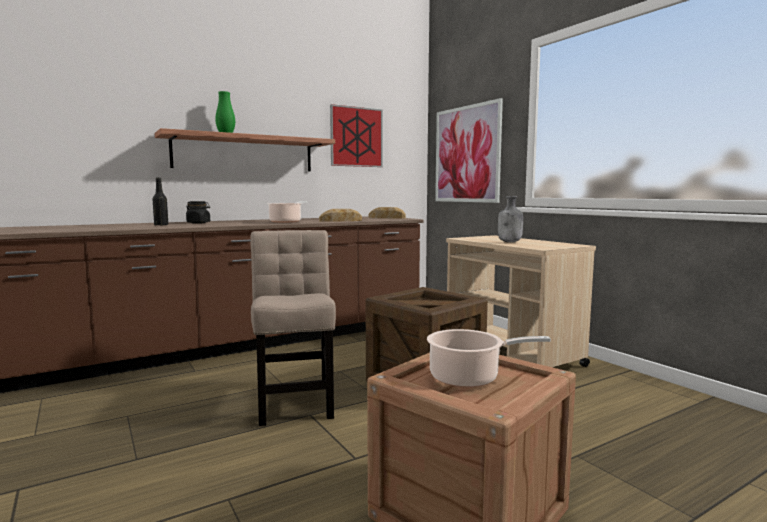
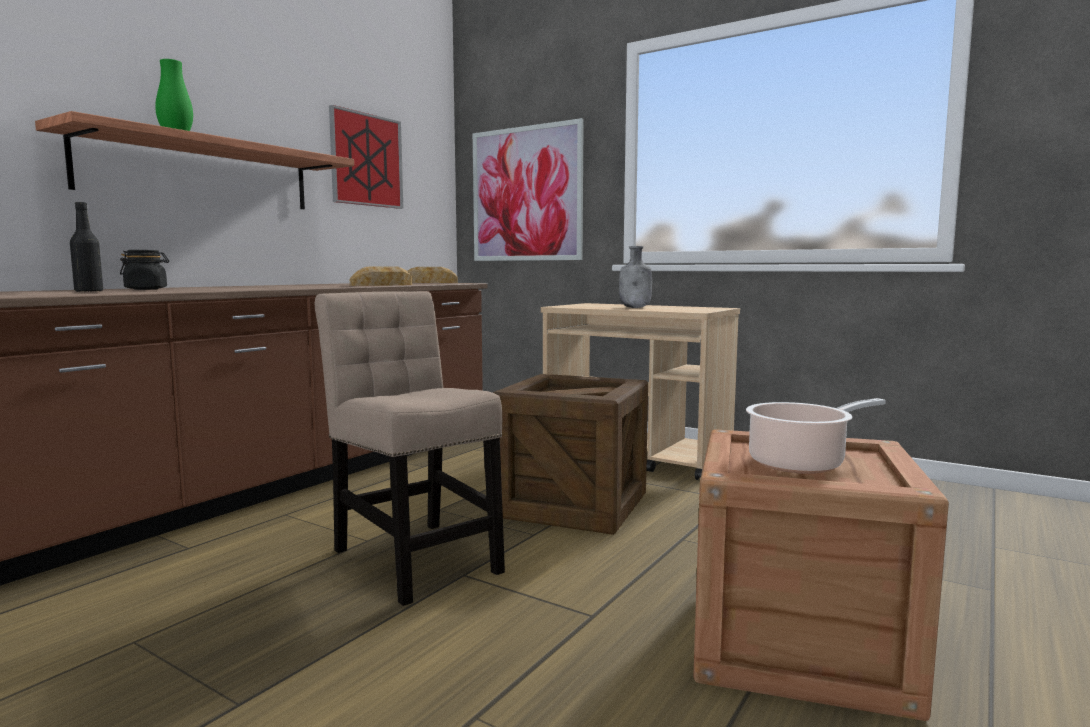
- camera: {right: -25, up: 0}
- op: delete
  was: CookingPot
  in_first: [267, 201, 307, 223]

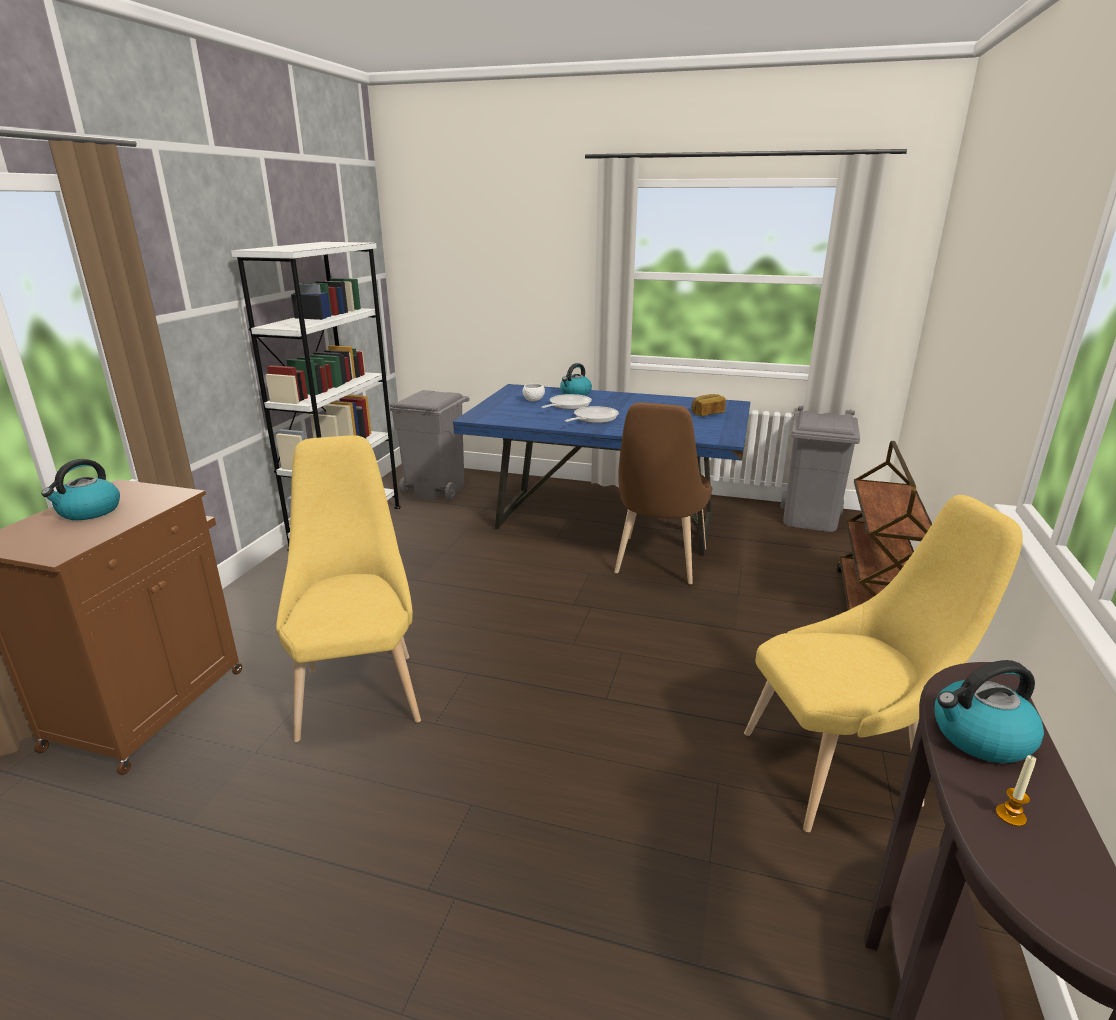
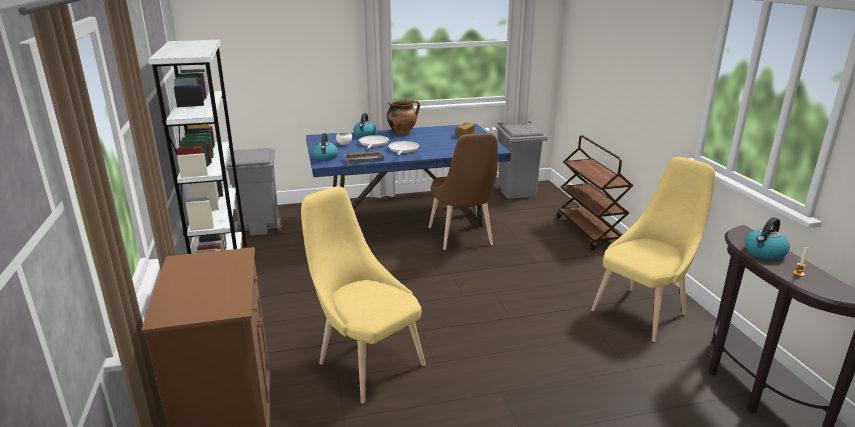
- camera: {right: -30, up: 0}
- op: move
  was: Kettle
  in_first: [41, 459, 120, 520]
  in_second: [312, 133, 338, 161]
- op: insert
  now: CookingPot
  in_second: [387, 99, 420, 135]
- op: insert
  now: GreyTray
  in_second: [344, 151, 384, 164]

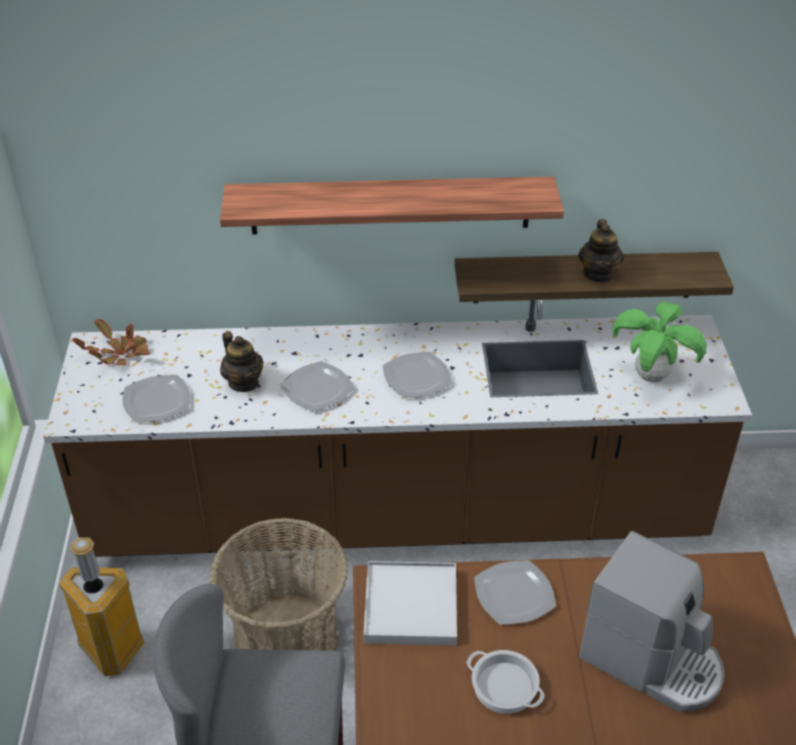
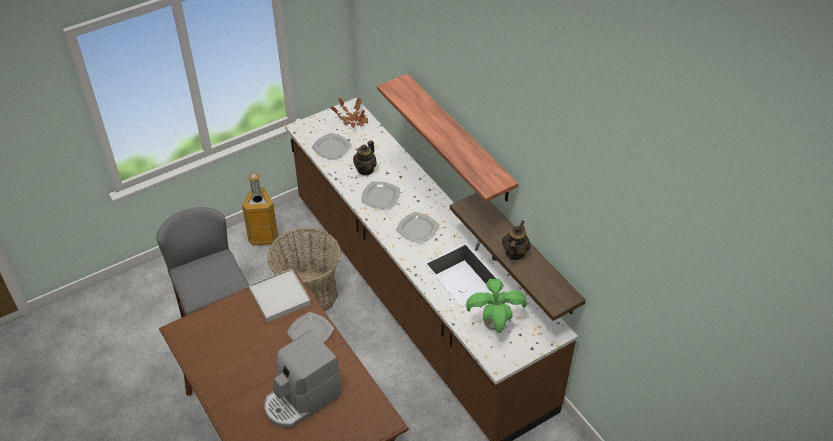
- camera: {right: 60, up: 5}
- op: rotate
  was: Teapot
  in_first: [578, 219, 624, 283]
  in_second: [502, 220, 531, 260]
  clockwise: 135
- op: rotate
  was: CoffeeMachine
  in_first: [579, 531, 725, 712]
  in_second: [264, 330, 341, 428]
  clockwise: 45
- op: delete
  was: CookingPot
  in_first: [466, 650, 545, 714]

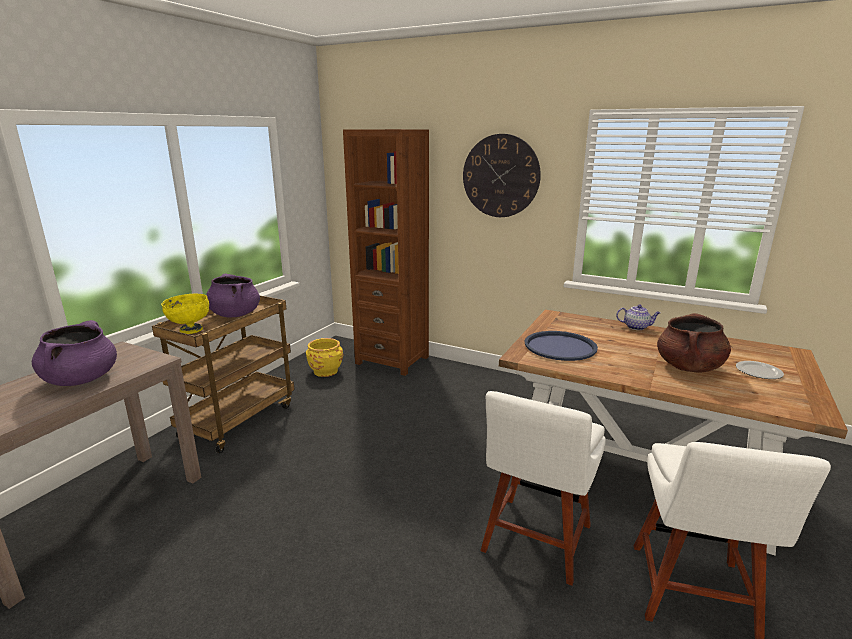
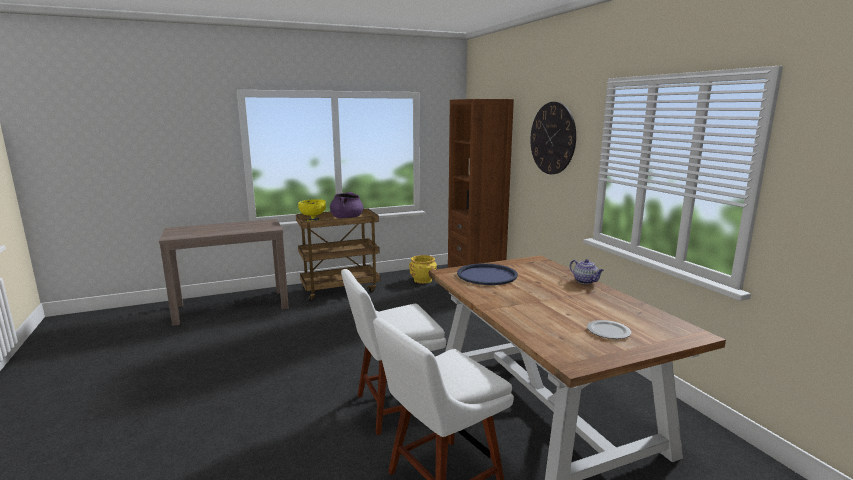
- camera: {right: 40, up: -5}
- op: delete
  was: BrownCookingPot
  in_first: [657, 313, 731, 372]
- op: delete
  was: PurpleCookingPot
  in_first: [32, 320, 117, 386]

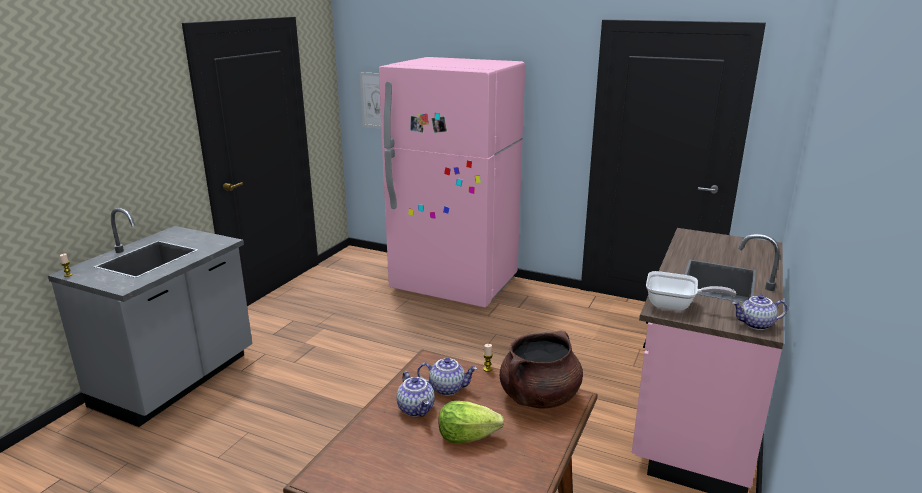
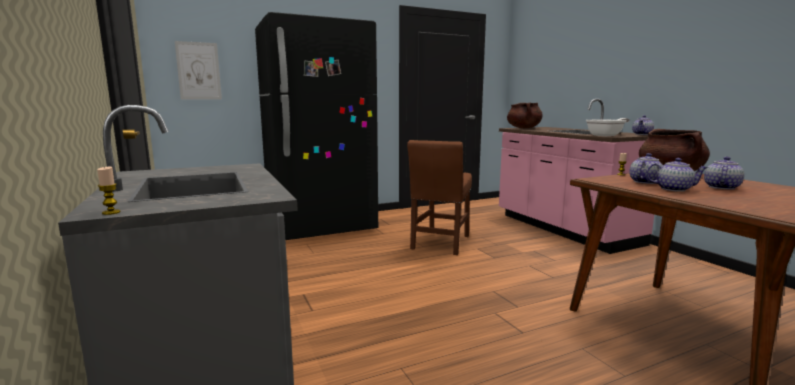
- camera: {right: -50, up: -10}
- op: recolor
  was: PinkFridge
  now: BlackFridge
  in_first: [379, 57, 525, 308]
  in_second: [255, 12, 378, 240]
- op: replace
  was: Lettuce
  now: Teapot
  in_first: [439, 401, 504, 443]
  in_second: [704, 157, 744, 190]
- op: insert
  now: BrownCookingPot
  in_second: [507, 103, 543, 128]
- op: insert
  now: BrownChair
  in_second: [407, 140, 472, 255]

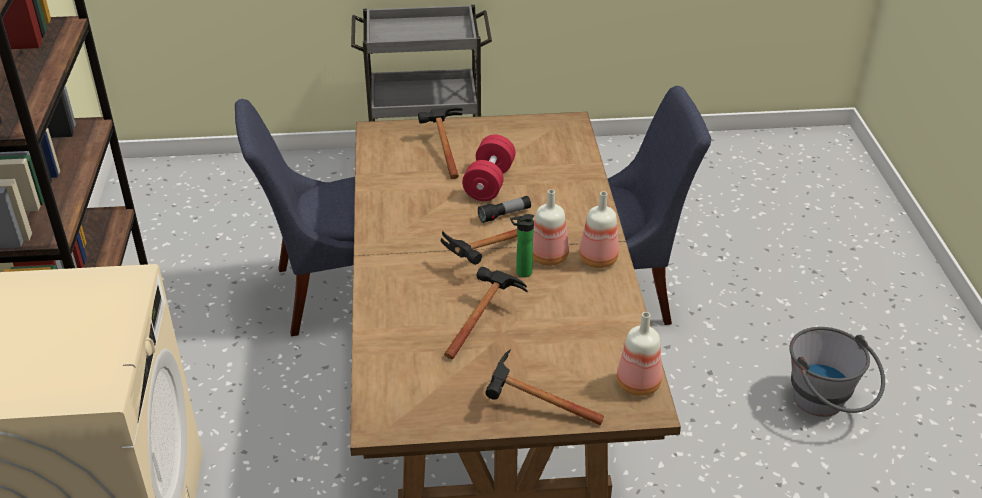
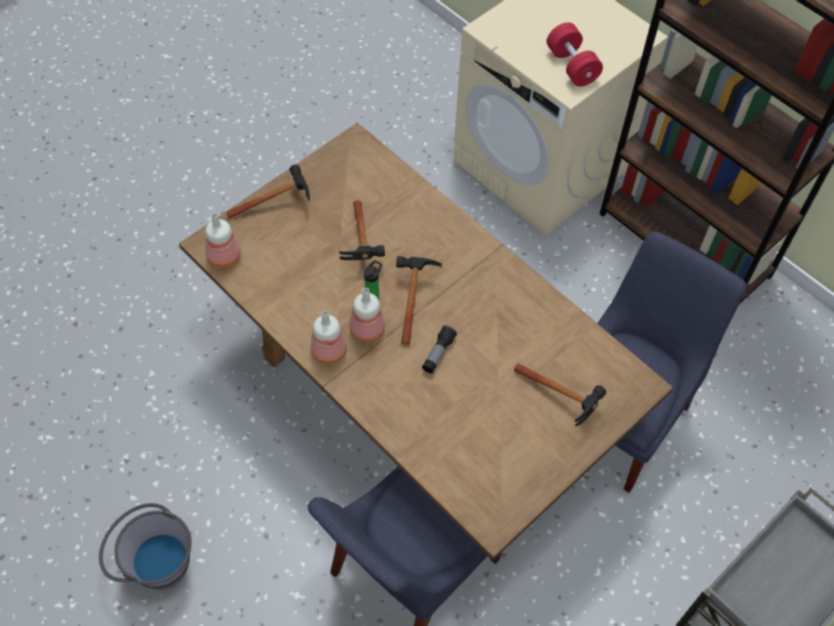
- camera: {right: 140, up: 20}
- op: move
  was: RedDumbbell
  in_first: [462, 134, 516, 201]
  in_second: [547, 22, 603, 87]

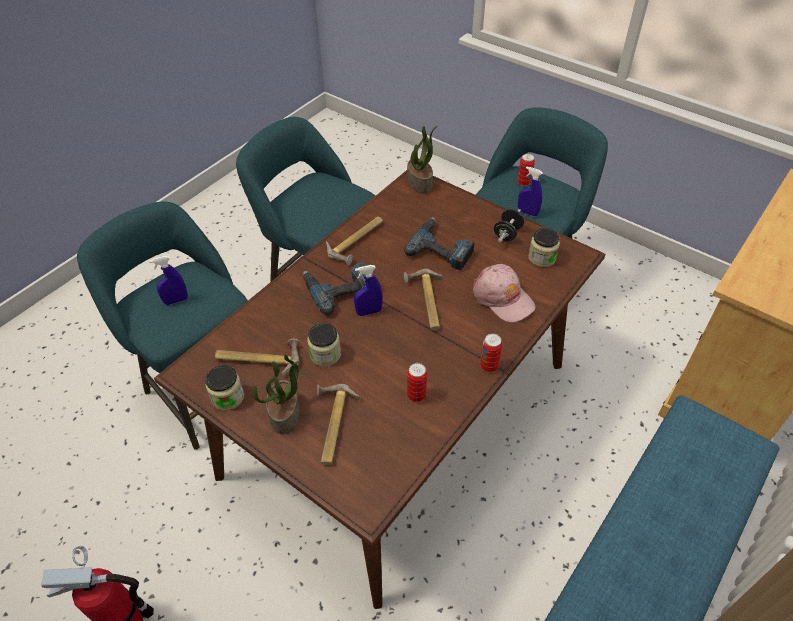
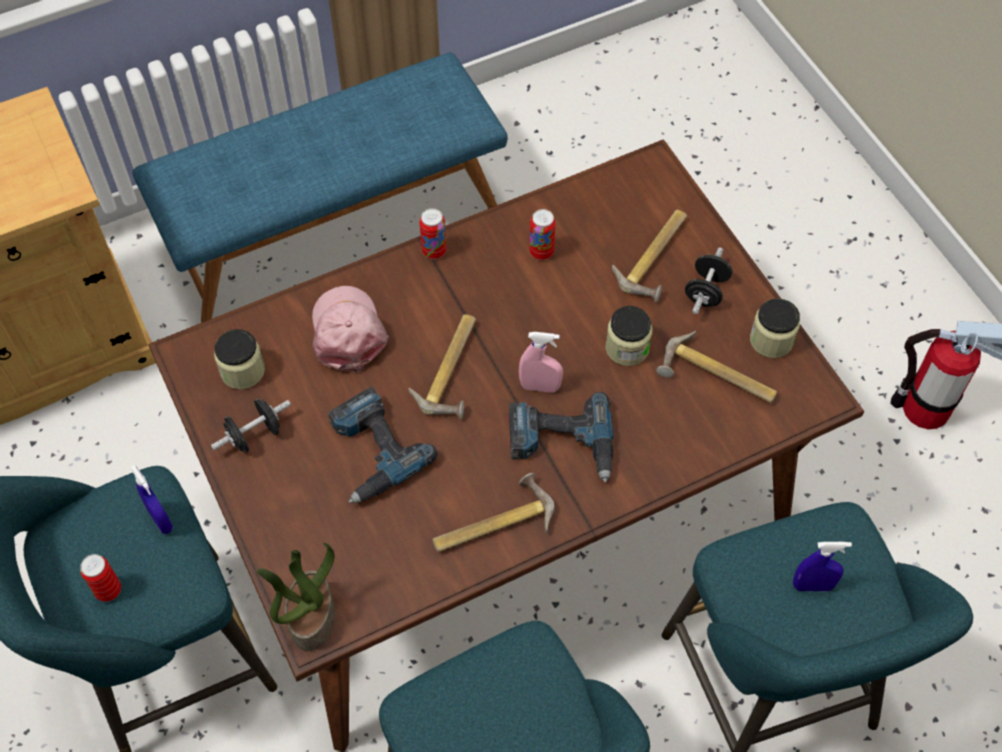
- camera: {right: -155, up: 10}
- op: recolor
  was: BlueSprayBottle
  now: PinkSprayBottle
  in_first: [354, 265, 383, 316]
  in_second: [519, 332, 563, 393]
- op: replace
  was: PottedPlant
  now: BlackDumbbell
  in_first: [253, 355, 300, 434]
  in_second: [685, 248, 732, 314]

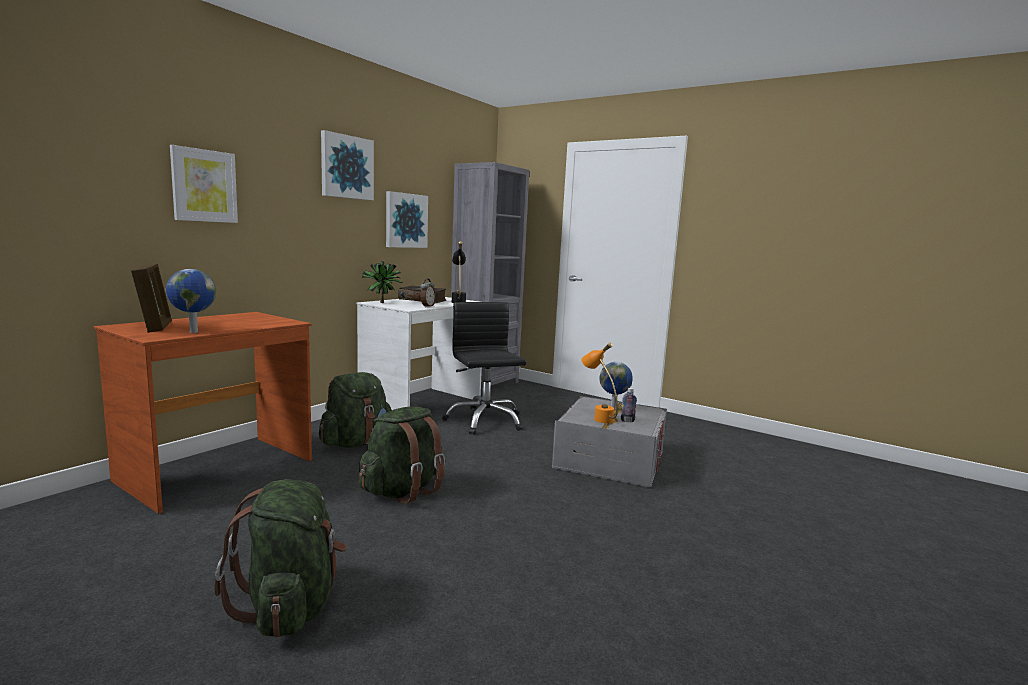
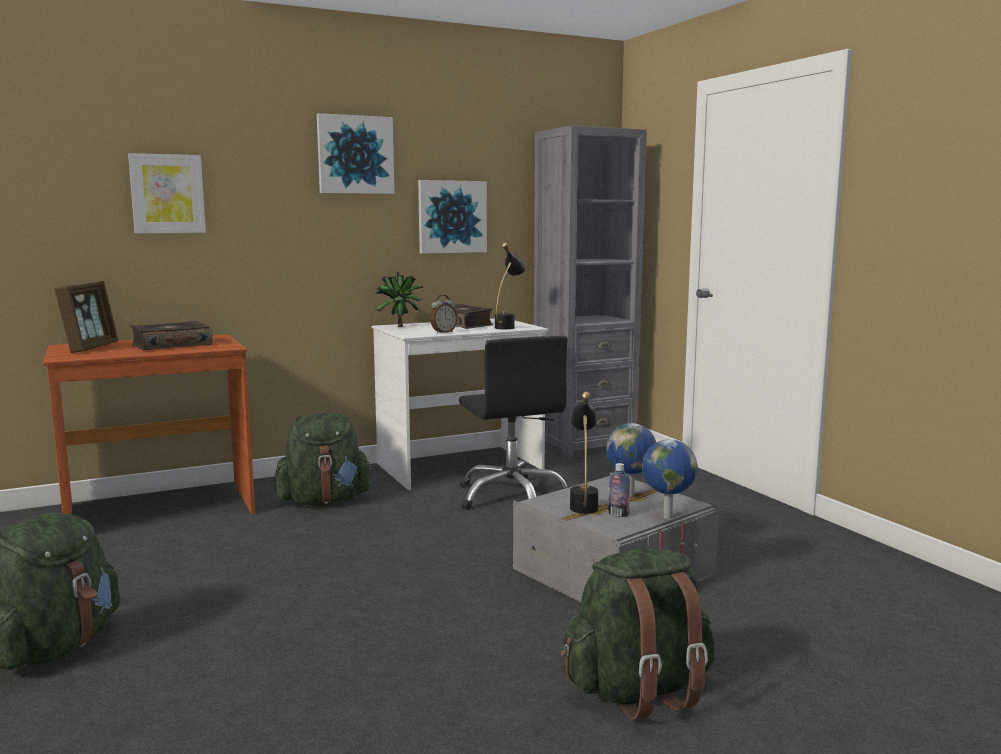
- camera: {right: 30, up: 0}
- op: move
  was: Globe
  in_first: [166, 269, 216, 333]
  in_second: [642, 439, 698, 519]
- op: rotate
  was: BlackOfficeChair
  in_first: [442, 302, 526, 435]
  in_second: [459, 336, 569, 510]
  clockwise: 150
- op: recolor
  was: OrangeTableLamp
  now: BlackTableLamp
  in_first: [581, 343, 618, 423]
  in_second: [570, 392, 598, 514]
- op: move
  was: GreenBackpack
  in_first: [359, 407, 445, 504]
  in_second: [561, 548, 715, 720]
- op: insert
  now: Book
  in_second: [130, 321, 213, 350]

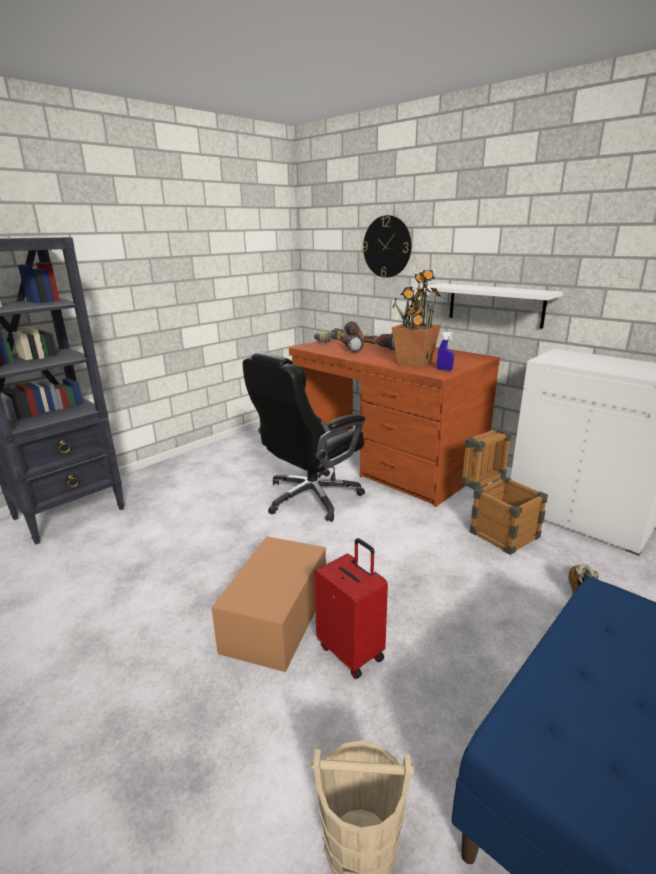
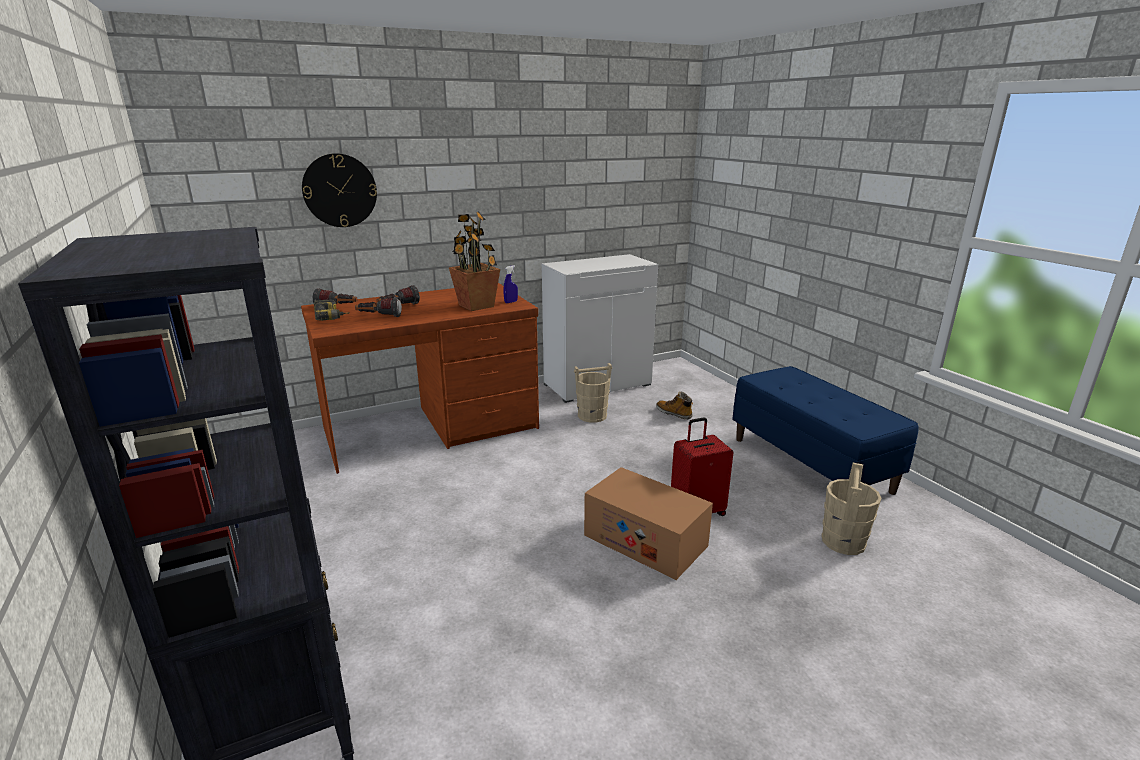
- camera: {right: -70, up: 0}
- op: delete
  was: WhiteShelf
  in_first: [424, 283, 563, 329]
- op: delete
  was: BlackOfficeChair
  in_first: [243, 352, 365, 522]
- op: replace
  was: Crate
  now: BeigeBucket
  in_first: [461, 428, 548, 555]
  in_second: [574, 363, 612, 423]

